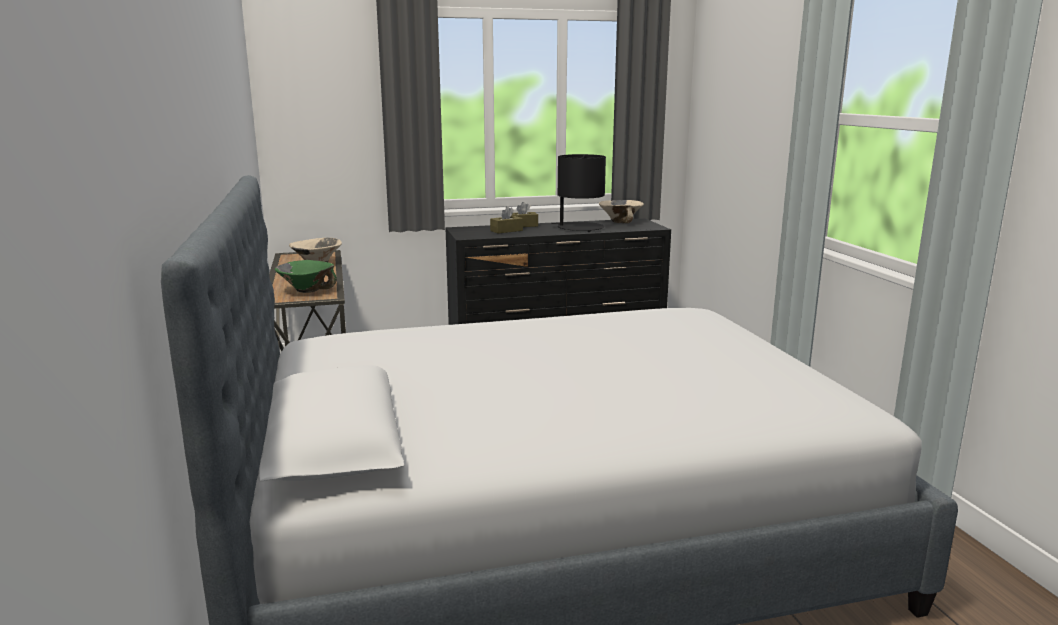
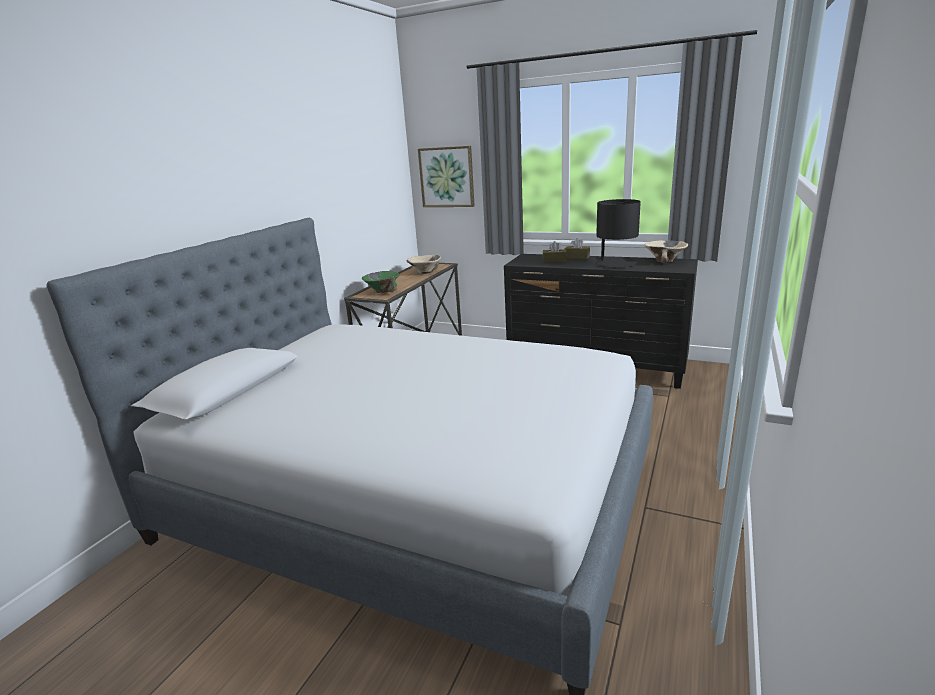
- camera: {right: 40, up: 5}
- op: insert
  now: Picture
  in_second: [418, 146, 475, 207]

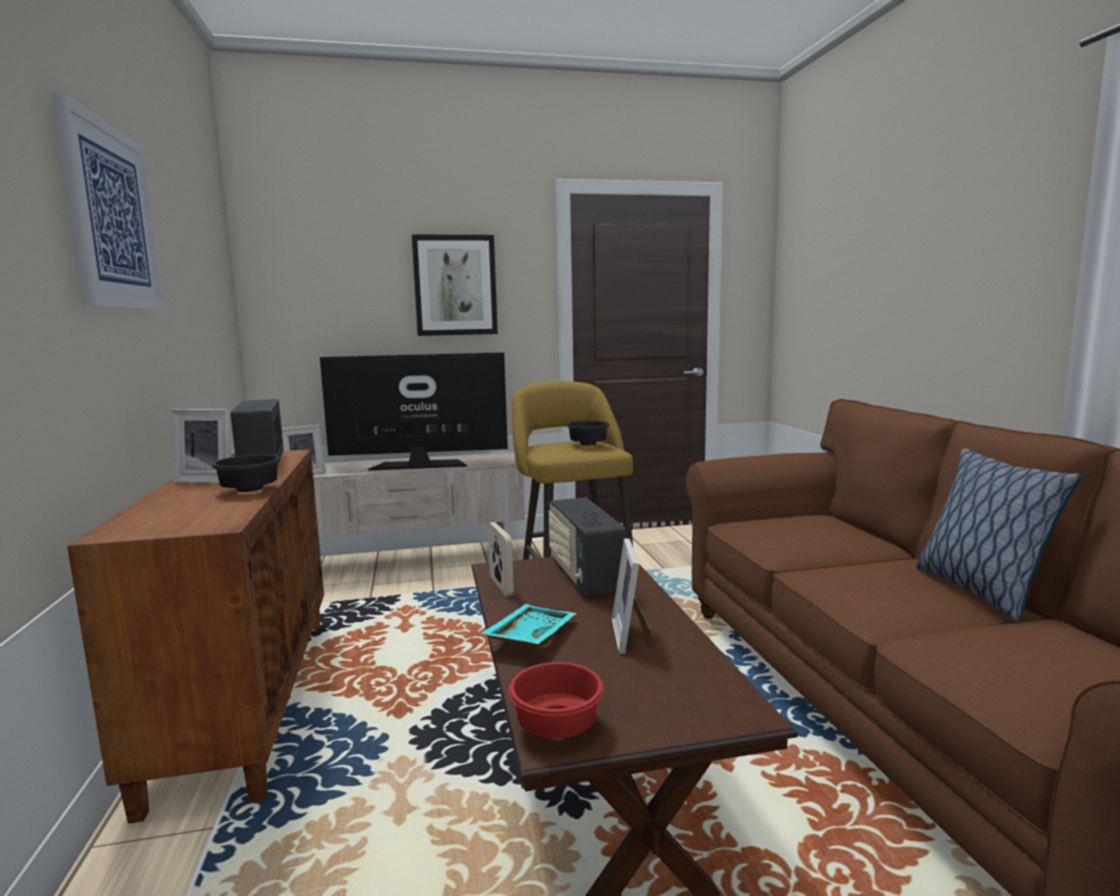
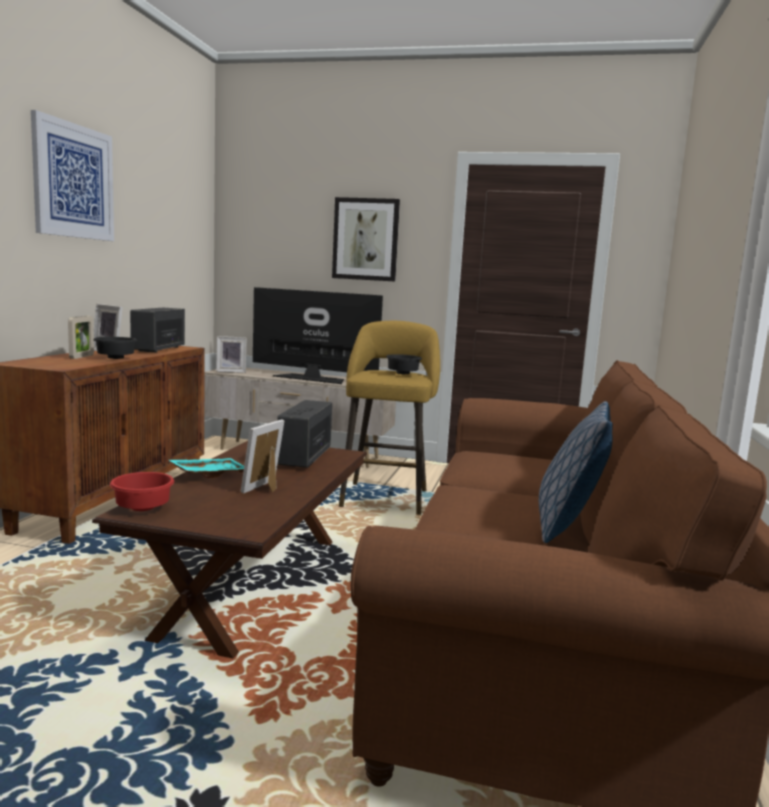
- camera: {right: 25, up: 0}
- op: move
  was: PictureFrame
  in_first: [488, 522, 514, 597]
  in_second: [68, 316, 94, 359]

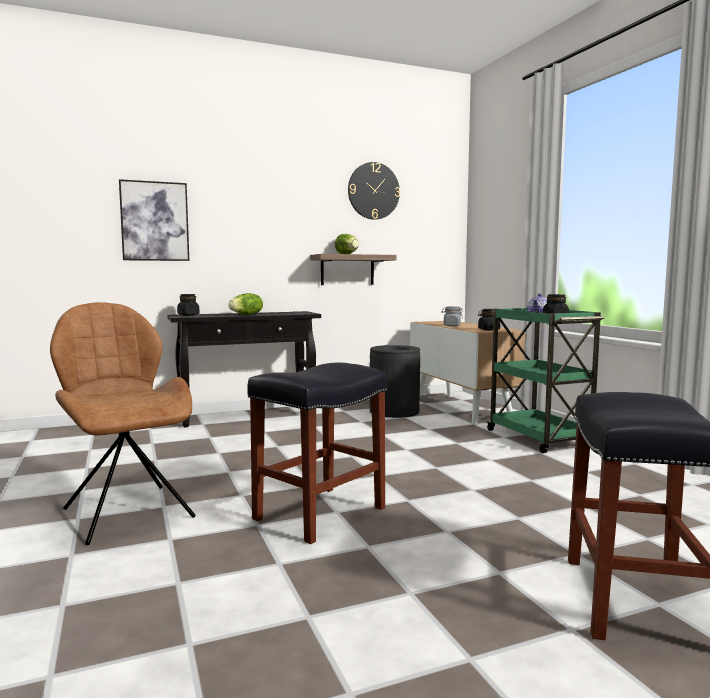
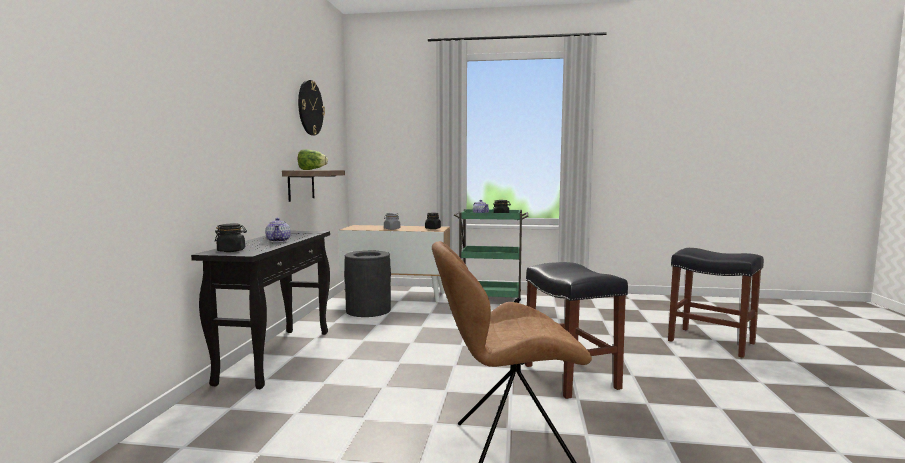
- camera: {right: -60, up: 0}
- op: delete
  was: Picture
  in_first: [119, 179, 189, 261]
- op: replace
  was: Lettuce
  now: Teapot
  in_first: [228, 293, 263, 315]
  in_second: [265, 218, 291, 242]

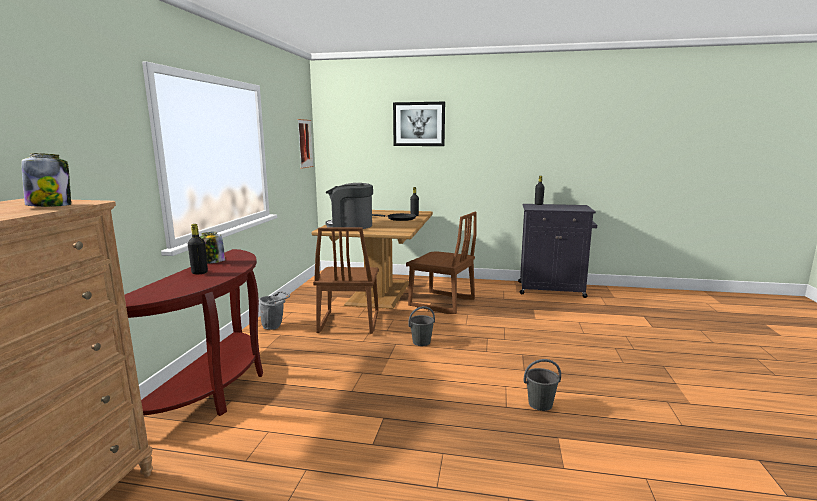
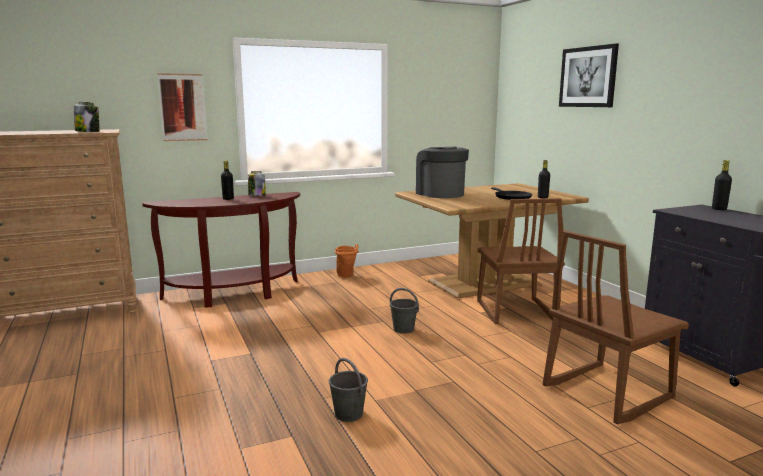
- camera: {right: 55, up: 0}
- op: move
  was: Picture
  in_first: [298, 119, 314, 169]
  in_second: [157, 73, 208, 141]
- op: move
  was: BrownChair
  in_first: [313, 227, 379, 334]
  in_second: [543, 230, 689, 425]
- op: recolor
  was: GreyBucket
  now: OrangeBucket
  in_first: [259, 291, 290, 330]
  in_second: [335, 244, 359, 278]

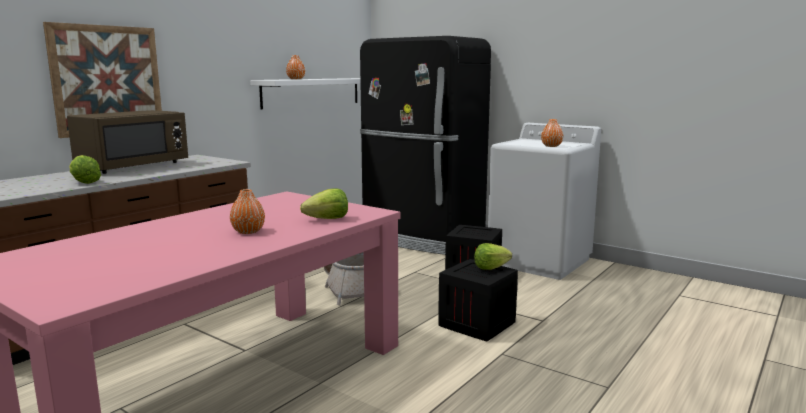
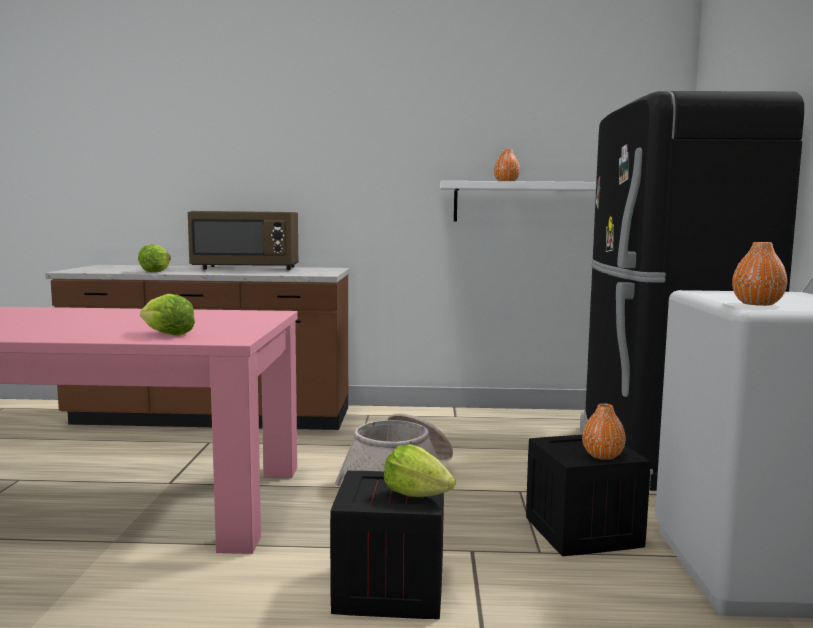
- camera: {right: 55, up: -5}
- op: delete
  was: Picture
  in_first: [43, 22, 162, 138]
- op: move
  was: OrangeVase
  in_first: [230, 189, 265, 234]
  in_second: [582, 403, 626, 460]

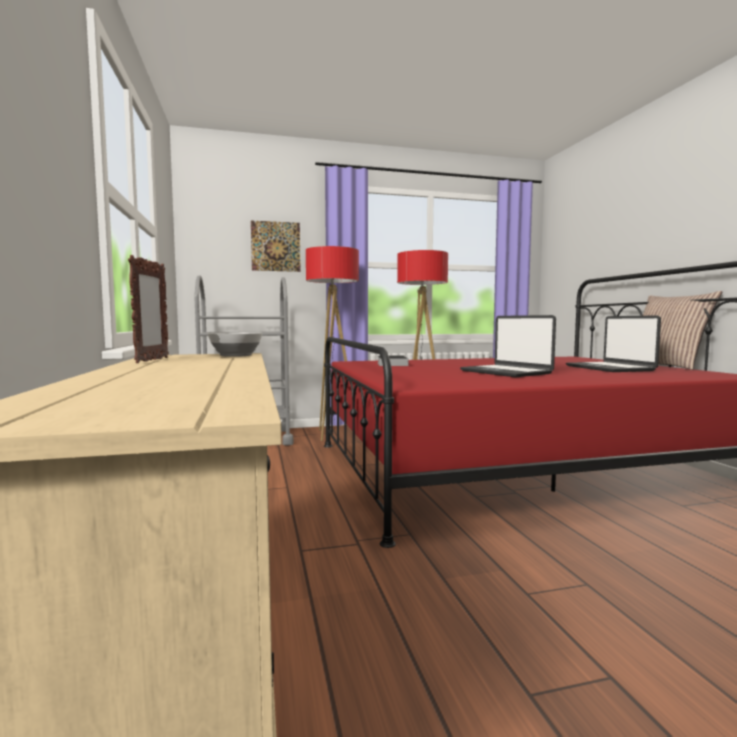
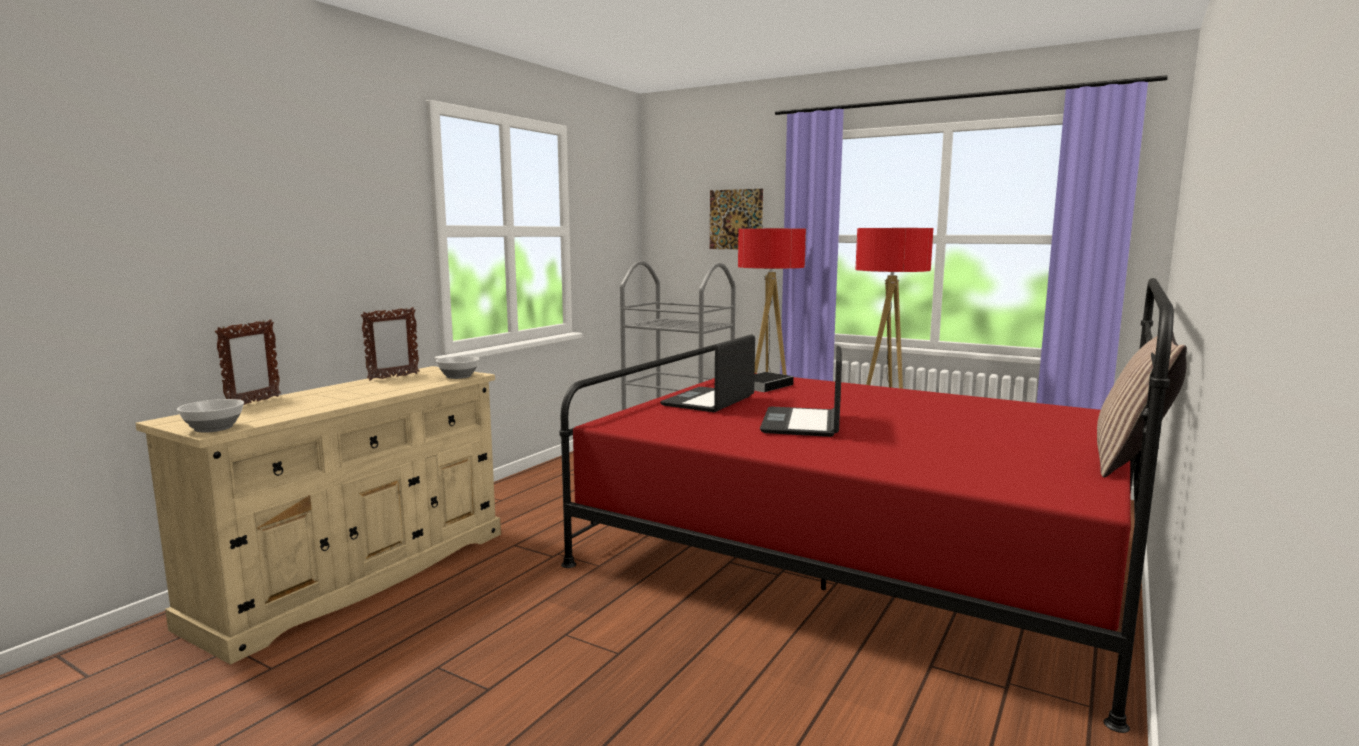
- camera: {right: 45, up: 5}
- op: move
  was: Laptop
  in_first: [566, 315, 661, 372]
  in_second: [660, 334, 755, 412]
- op: insert
  now: PictureFrame
  in_second: [215, 319, 281, 405]
- op: insert
  now: Bowl
  in_second: [177, 399, 244, 433]

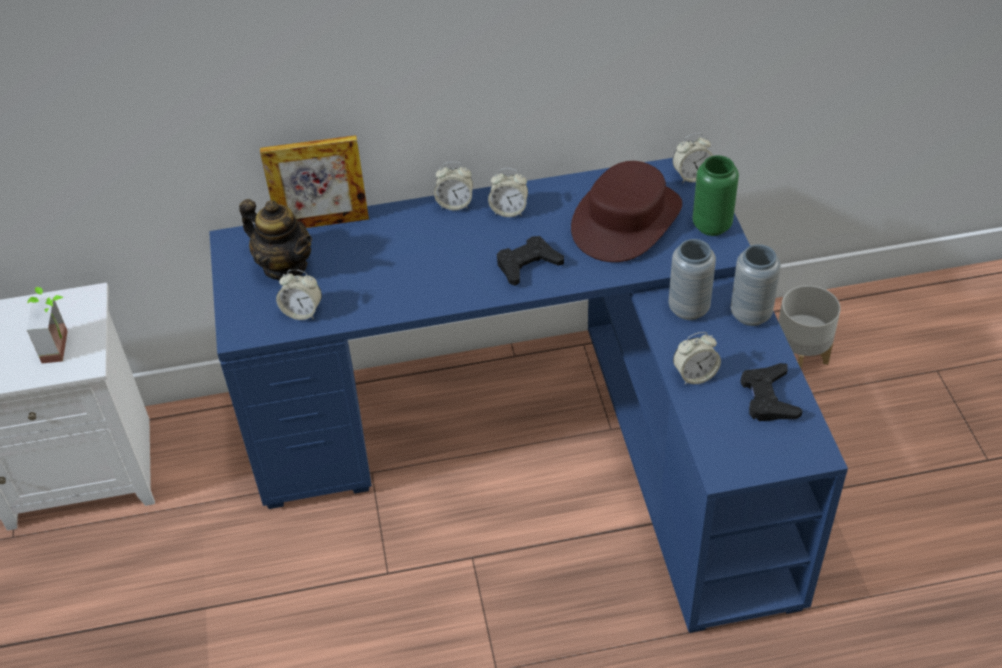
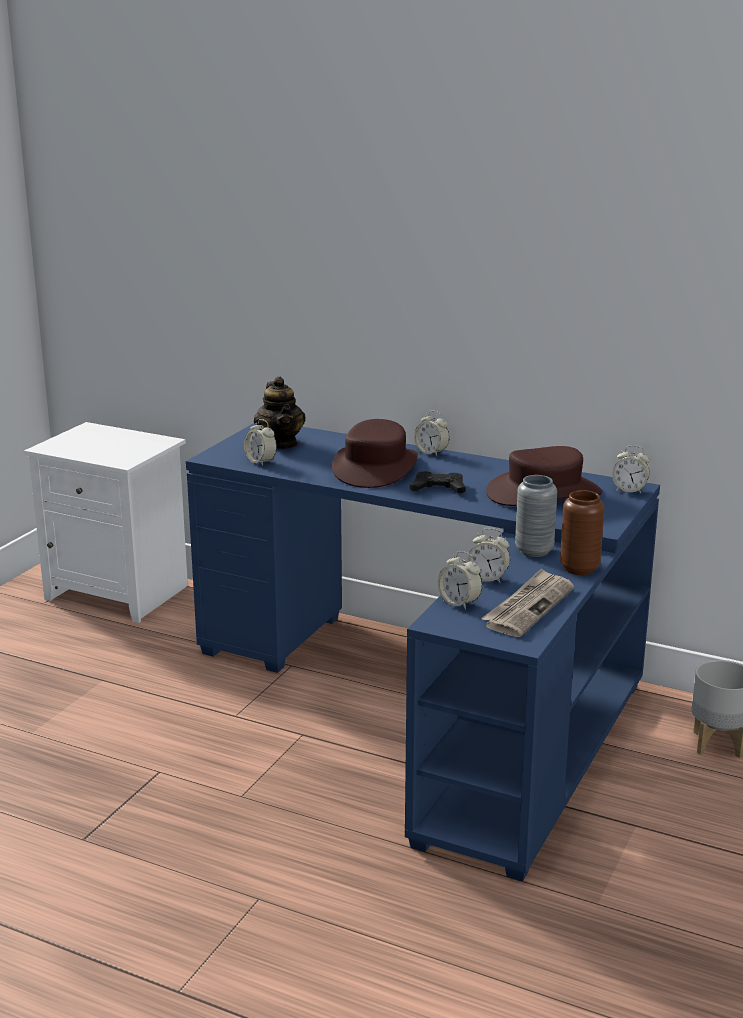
- camera: {right: 35, up: -25}
- op: delete
  was: PictureFrame
  in_first: [260, 135, 369, 228]
- op: delete
  was: GreenVase
  in_first: [693, 155, 739, 236]
- op: move
  was: AlarmClock
  in_first: [488, 168, 528, 217]
  in_second: [438, 551, 482, 610]
- op: recolor
  was: GreyVase
  now: BrownVase
  in_first: [731, 244, 781, 326]
  in_second: [560, 490, 605, 575]
- op: delete
  was: PottedPlant
  in_first: [27, 287, 68, 363]
- op: replace
  was: BlackGameController
  now: Newspaper
  in_first: [740, 363, 802, 421]
  in_second: [481, 568, 574, 637]
- op: insert
  now: BrownHat
  in_second: [332, 419, 418, 488]

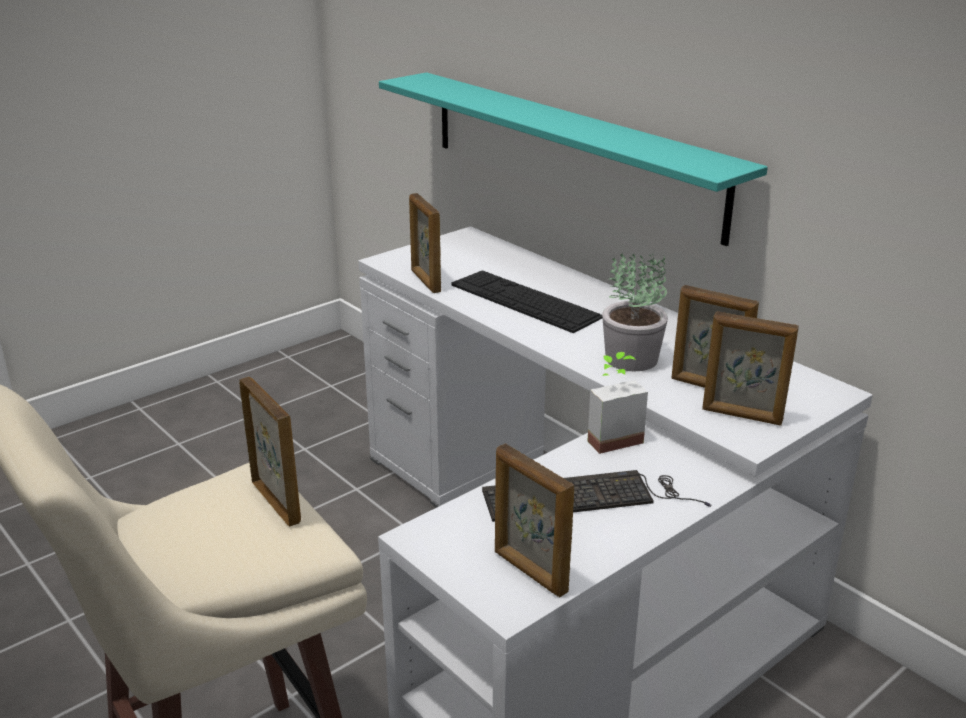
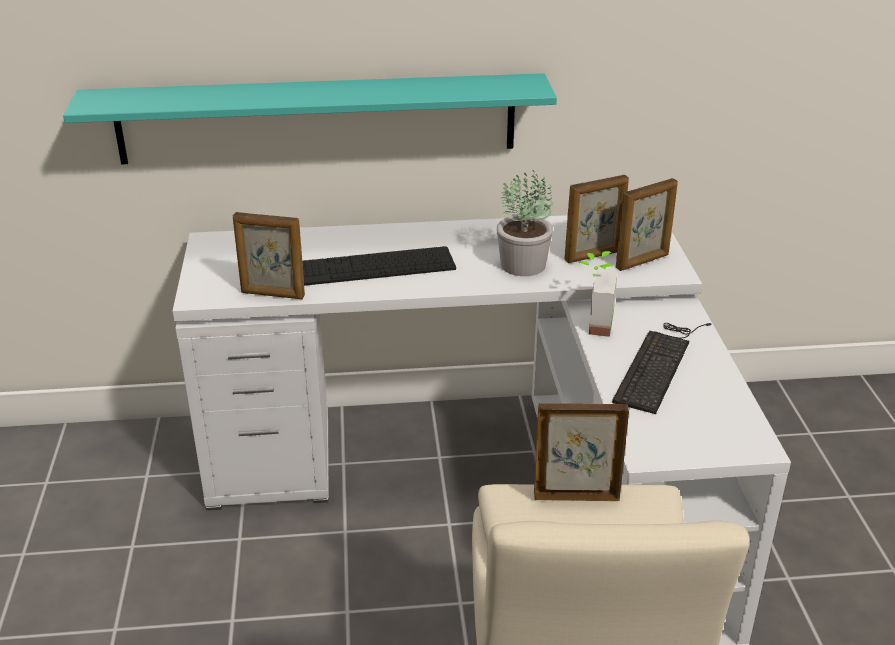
- camera: {right: -55, up: 5}
- op: delete
  was: PictureFrame
  in_first: [495, 443, 574, 597]

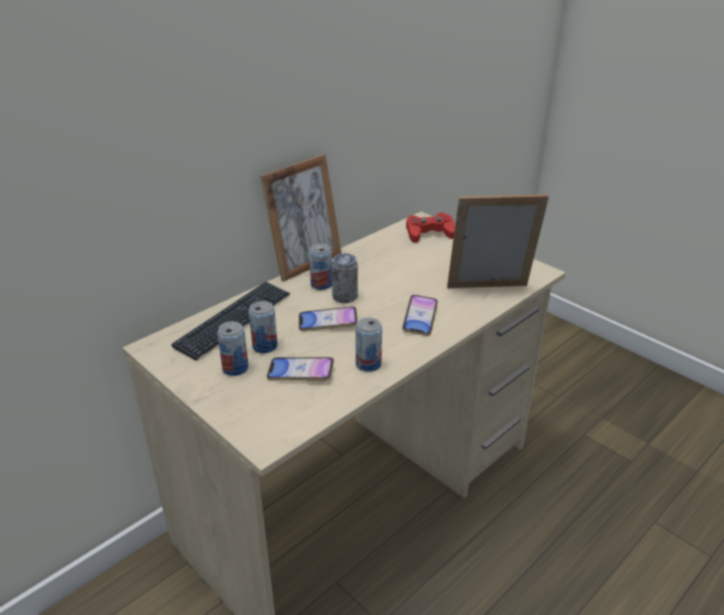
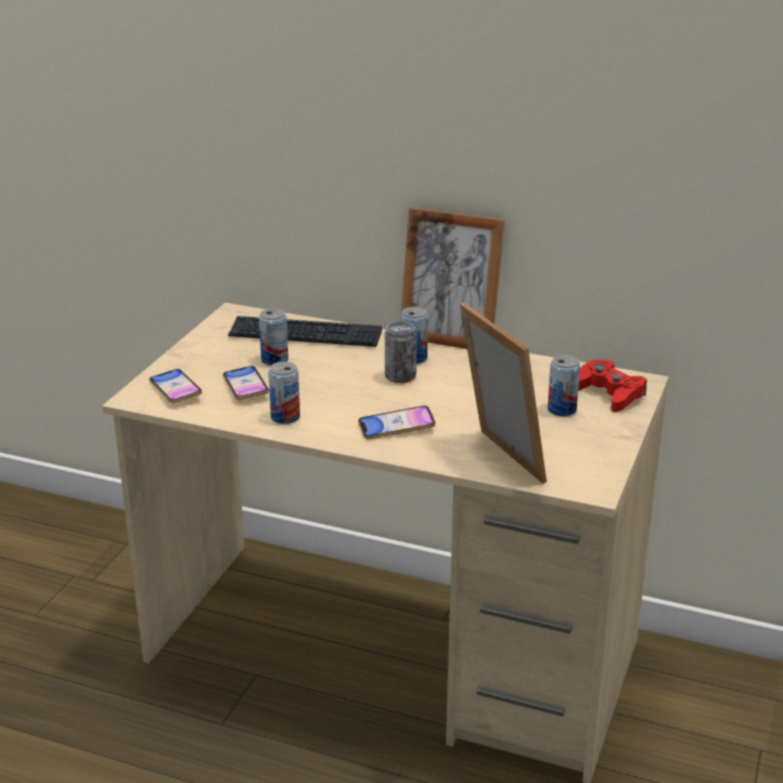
- camera: {right: 65, up: -5}
- op: move
  was: Phone
  in_first: [299, 306, 358, 331]
  in_second: [149, 369, 202, 403]
- op: move
  was: Can
  in_first: [217, 321, 249, 376]
  in_second: [547, 355, 580, 416]

